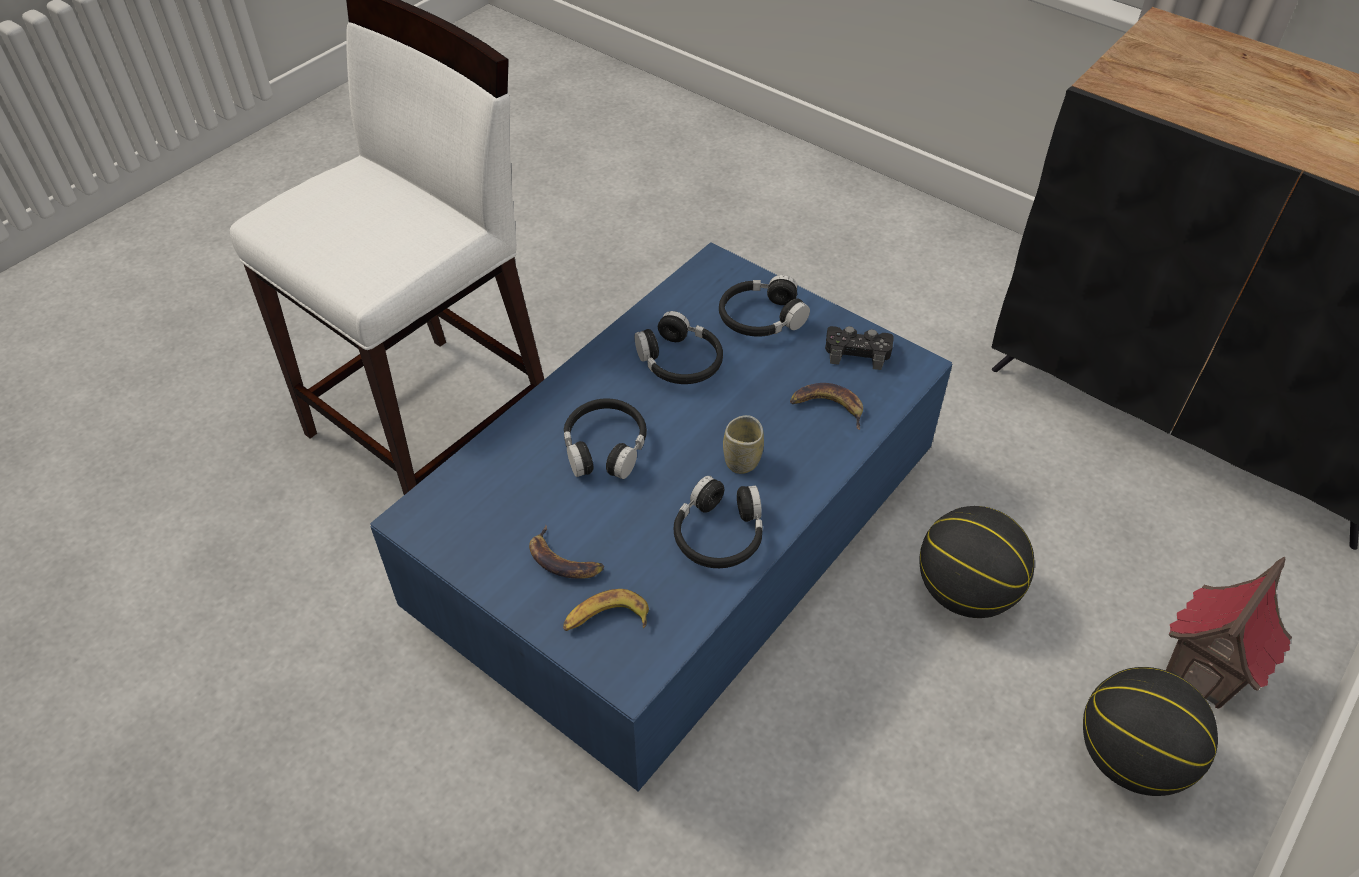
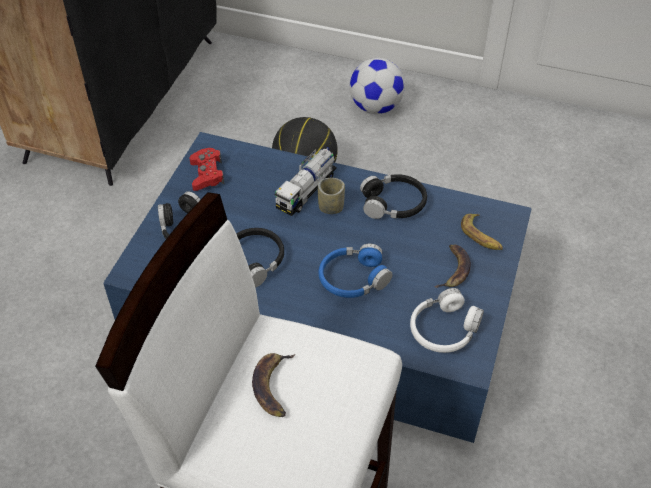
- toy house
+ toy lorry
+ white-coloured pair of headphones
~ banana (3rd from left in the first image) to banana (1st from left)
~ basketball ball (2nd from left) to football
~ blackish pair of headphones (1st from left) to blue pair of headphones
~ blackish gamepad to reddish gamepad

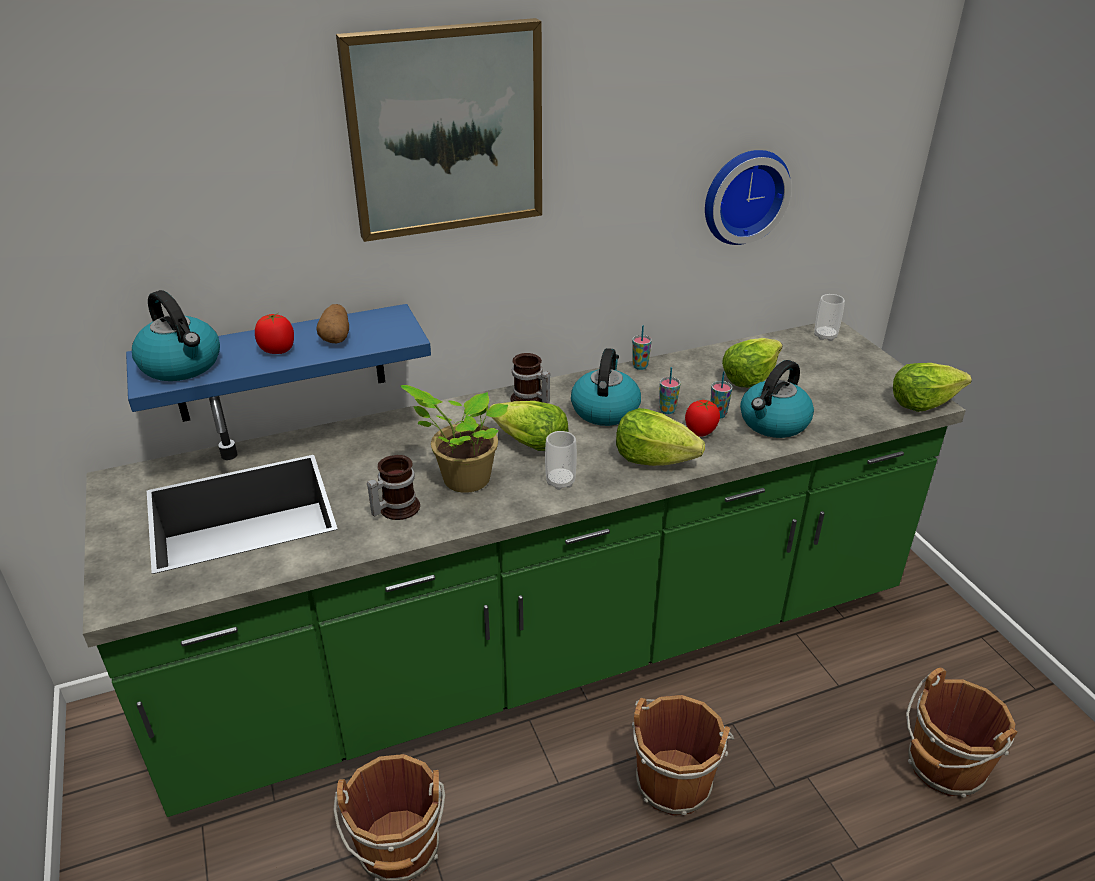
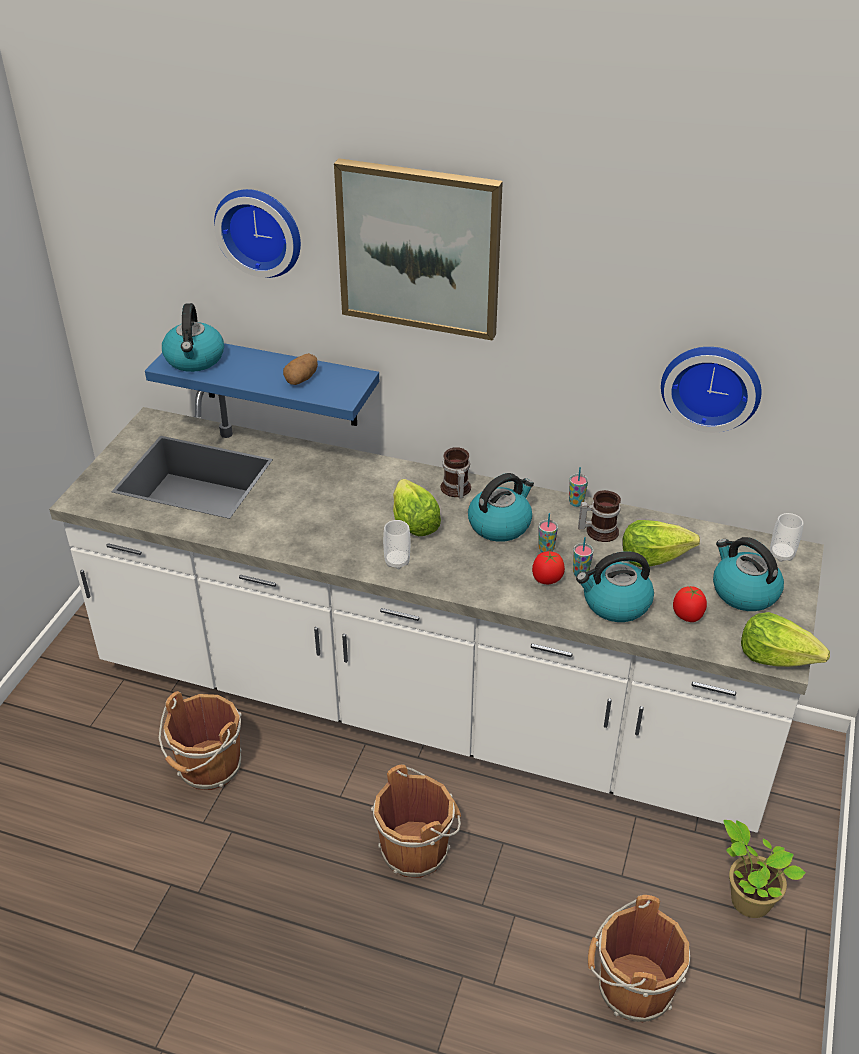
- head of lettuce (2nd from left)
+ wall clock (1st from left)
+ tea kettle (4th from left)
~ fresh tomato (1st from left in the first image) to fresh tomato (2nd from left)
~ coffee mug (1st from left in the first image) to coffee mug (2nd from left)
~ houseplant
~ greenish kitchen base unit to white-coloured kitchen base unit

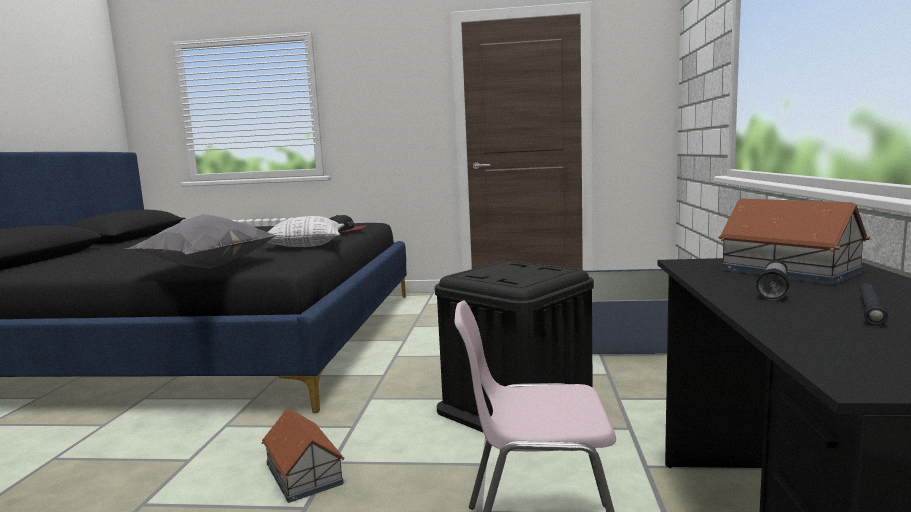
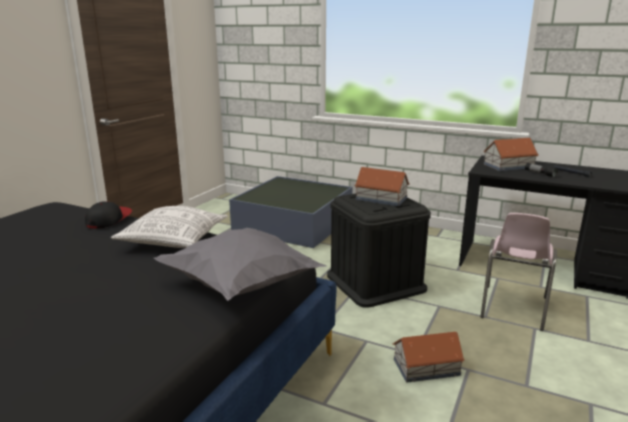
+ toy house (1st from left)

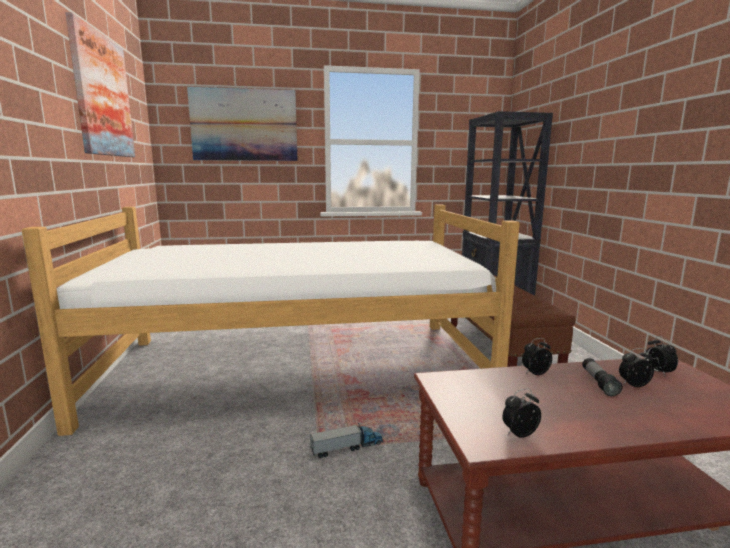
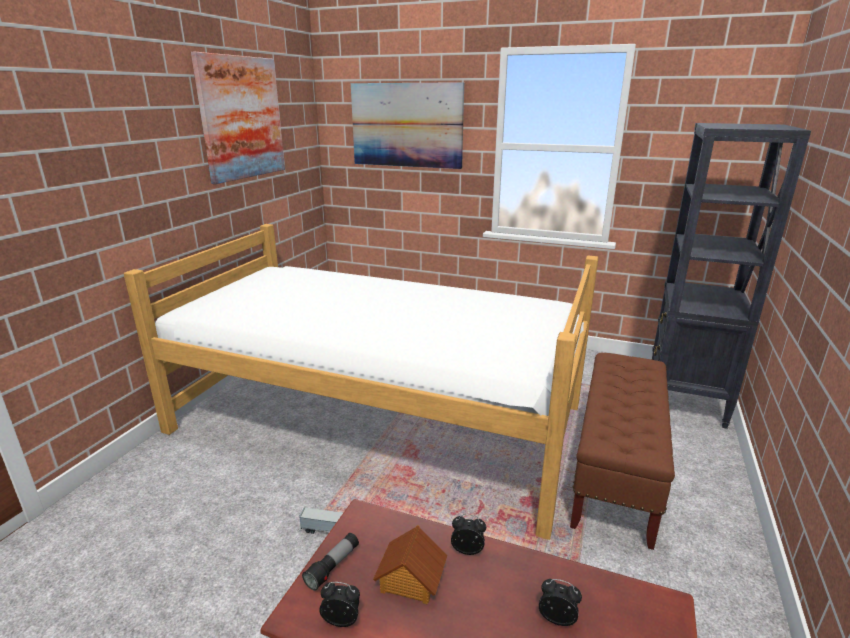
- bedside clock (4th from left)
+ toy house
~ flashlight

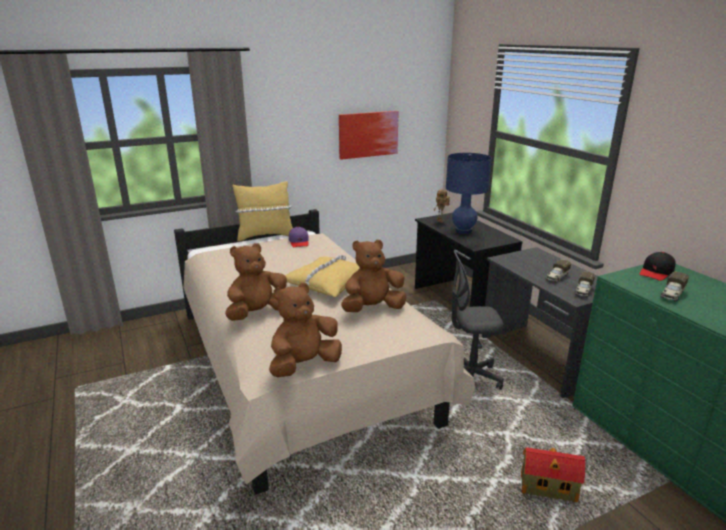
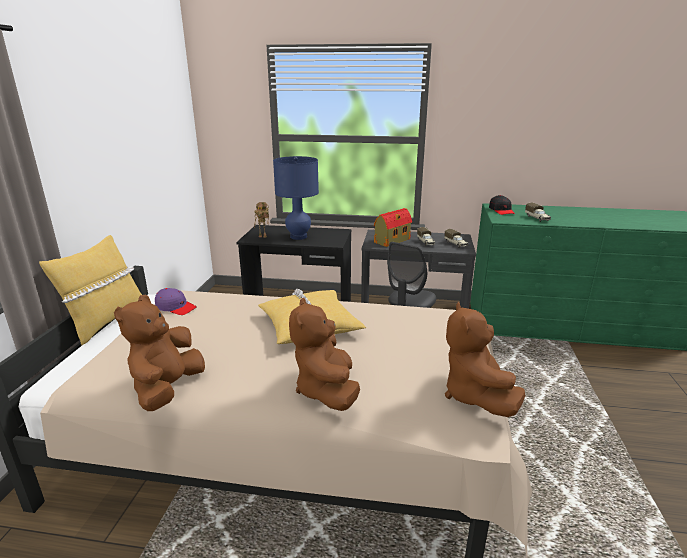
- picture
~ brownish cuddly toy (3rd from left in the first image) to brownish cuddly toy (1st from left)
~ toy house

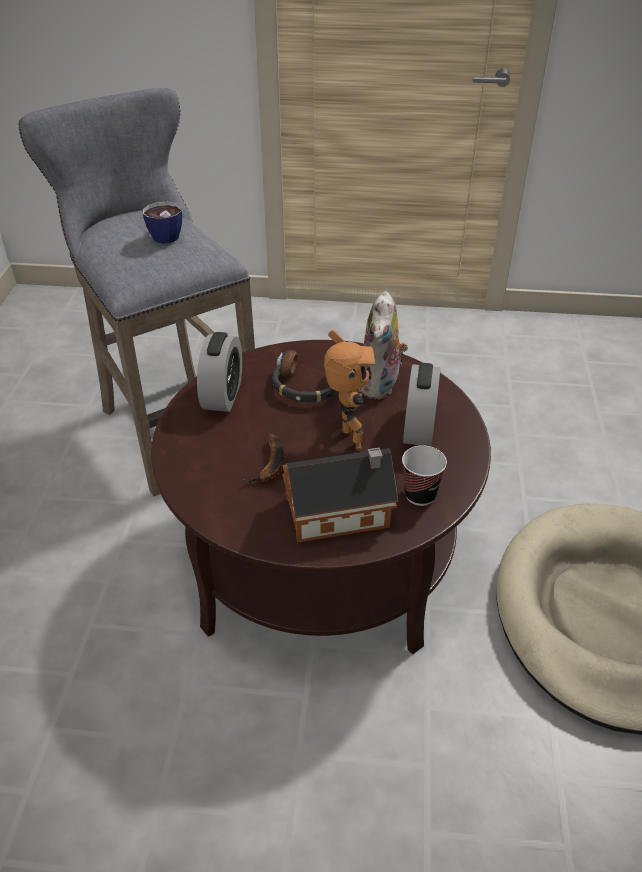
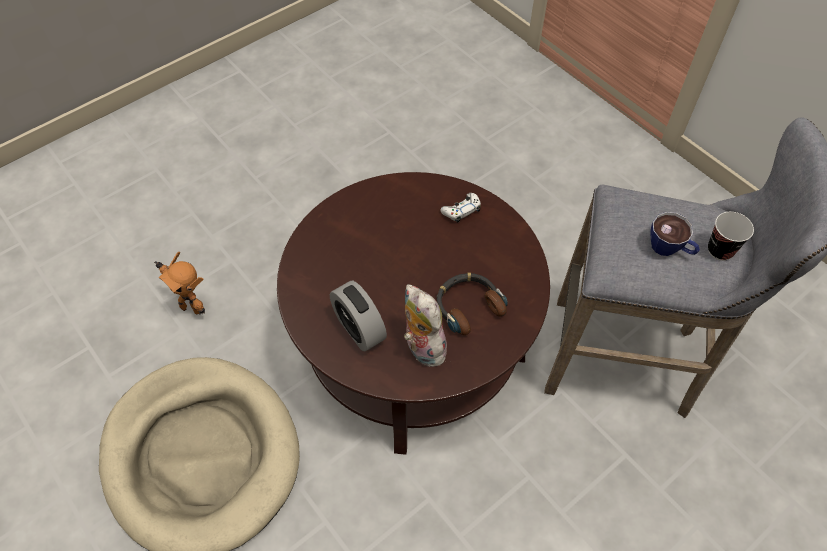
- bedside clock (1st from left)
- banana
- toy house
+ white-coloured gamepad
~ robot figure
~ drinking cup (2nd from left)

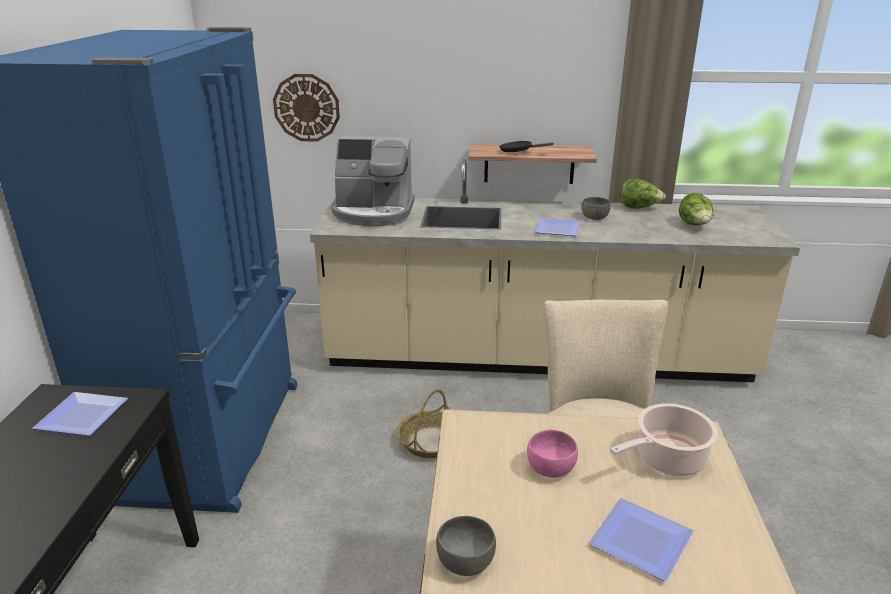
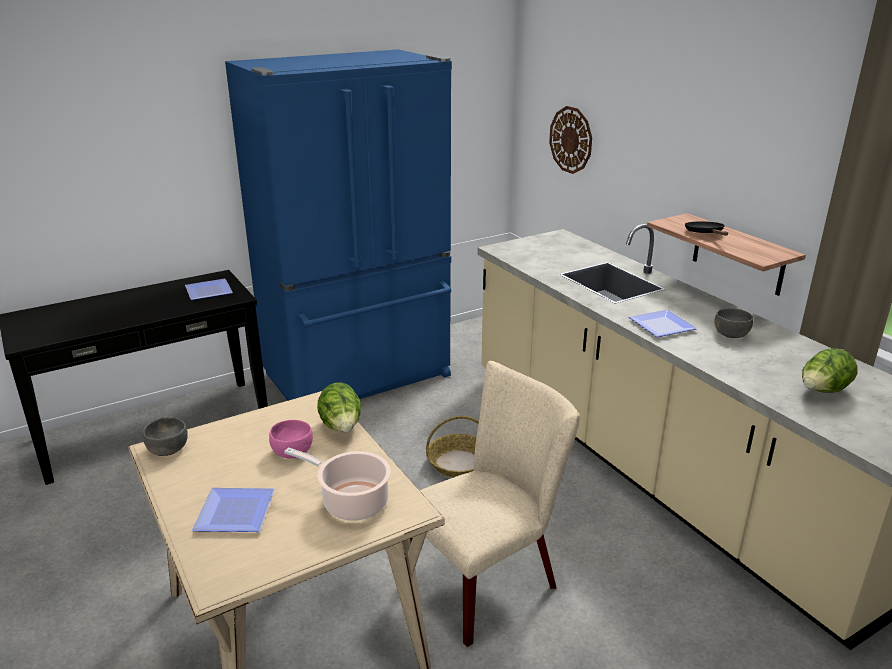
- coffee brewer
~ head of lettuce (1st from left)

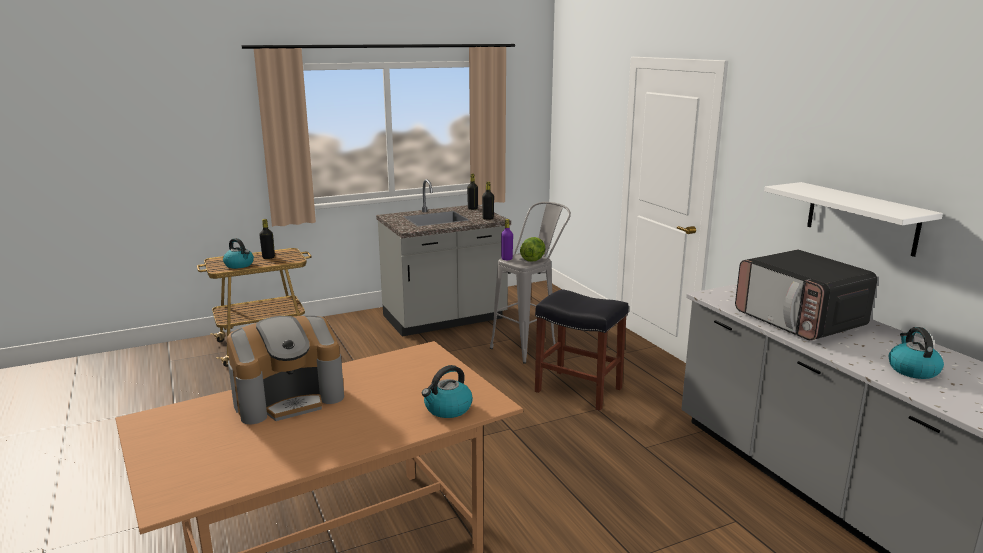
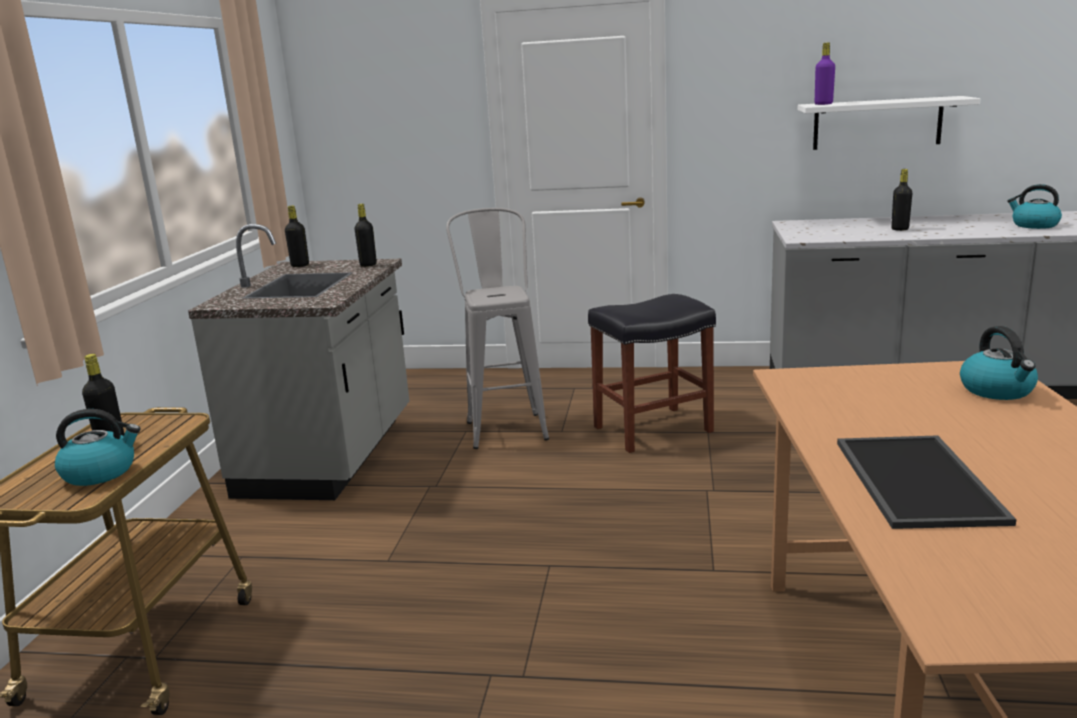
- head of lettuce
~ purple drink bottle
~ coffee brewer to carrying tray
~ kitchen microwave to blackish drink bottle (4th from left)

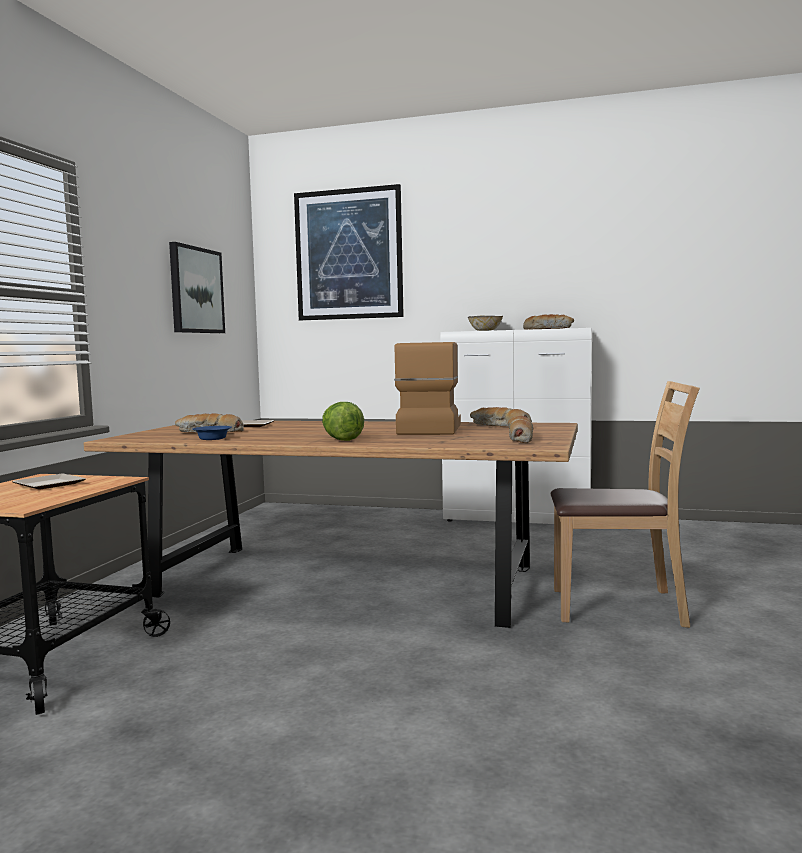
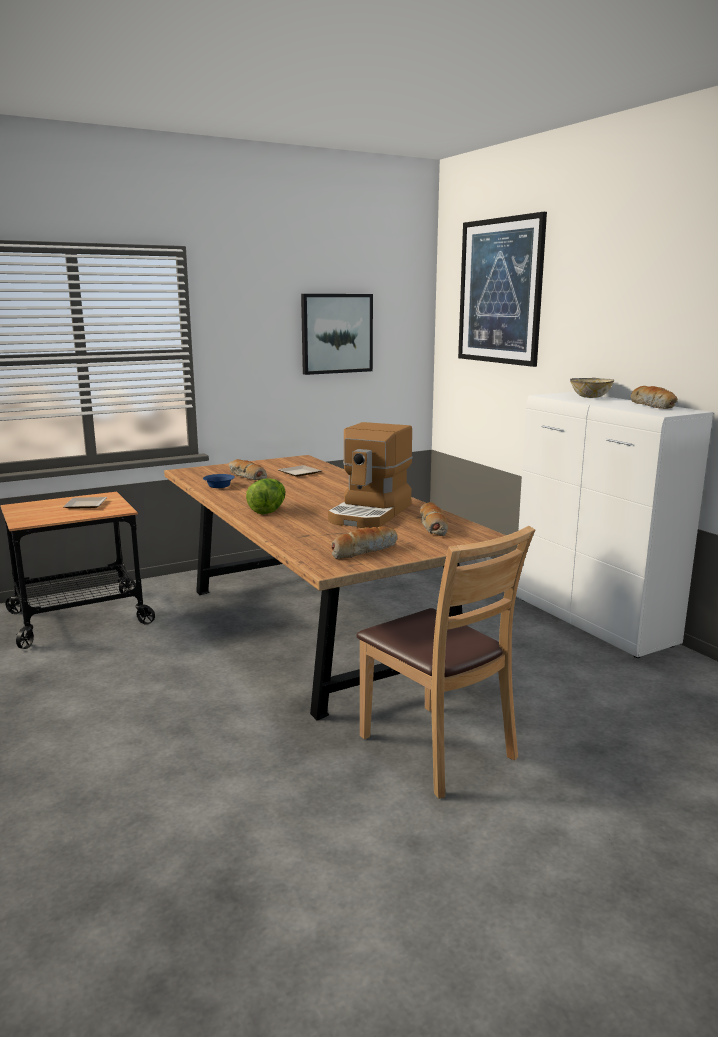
~ coffee brewer 150 degrees clockwise

